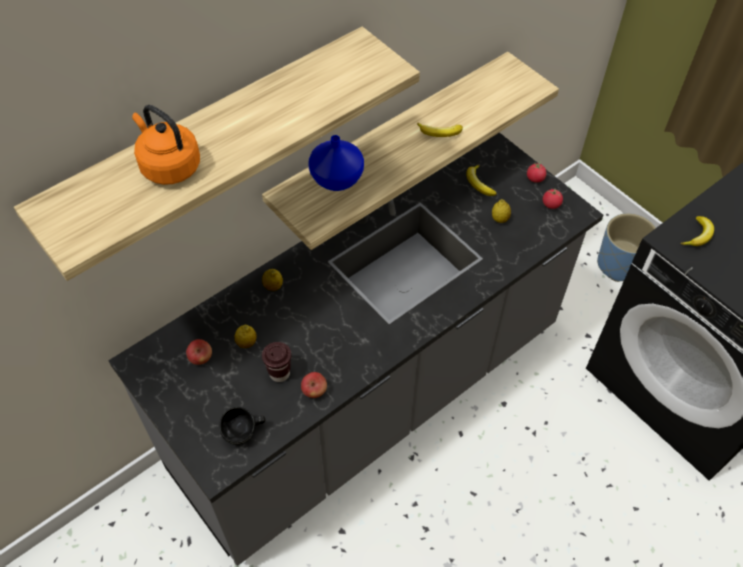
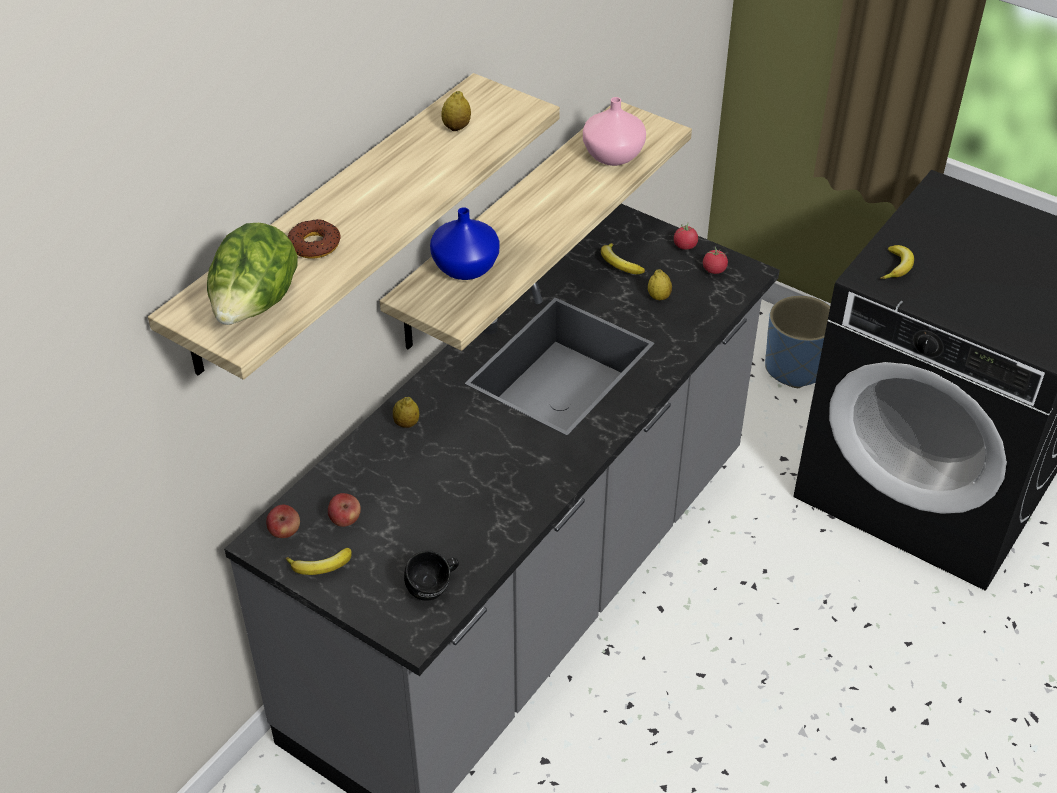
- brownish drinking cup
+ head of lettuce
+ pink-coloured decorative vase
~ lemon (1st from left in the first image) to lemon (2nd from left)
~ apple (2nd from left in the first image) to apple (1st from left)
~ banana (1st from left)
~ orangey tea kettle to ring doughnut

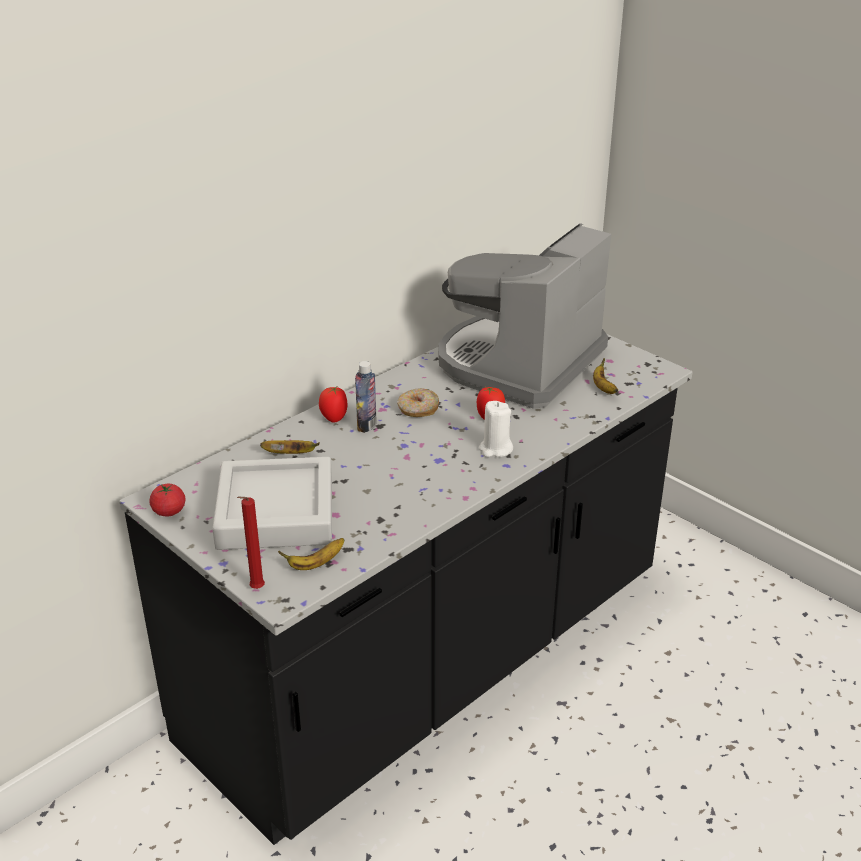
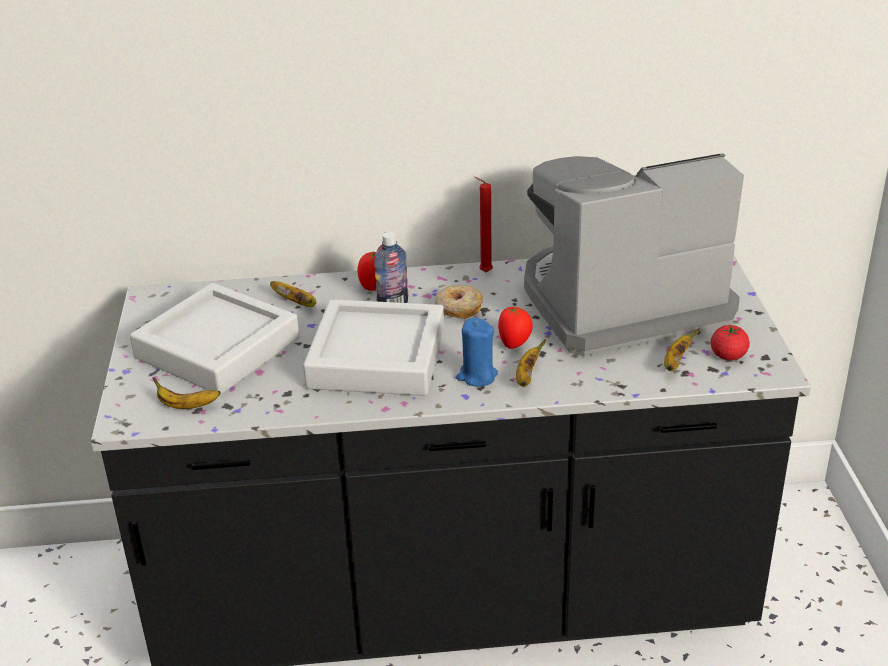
+ gray carrying tray (2nd from left)
+ banana (3rd from left)
~ fresh tomato (1st from left in the first image) to fresh tomato (3rd from left)
~ reddish candle
~ white-coloured candle to blue candle

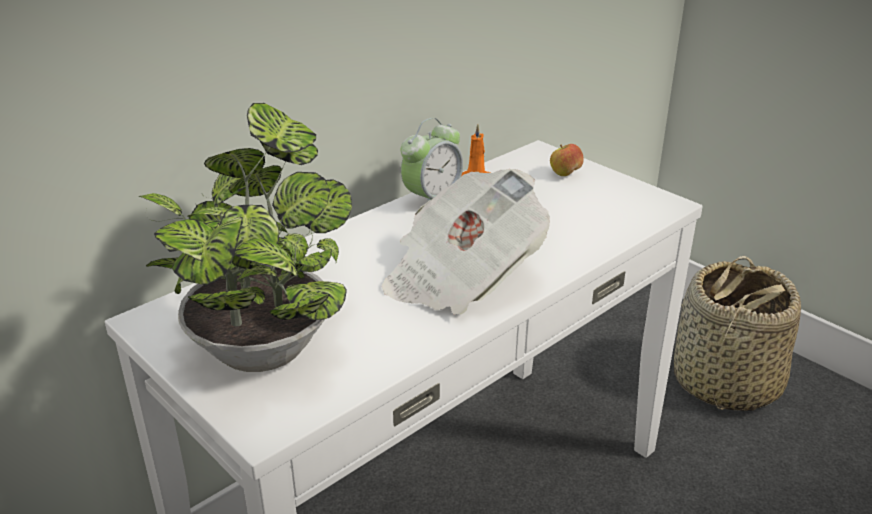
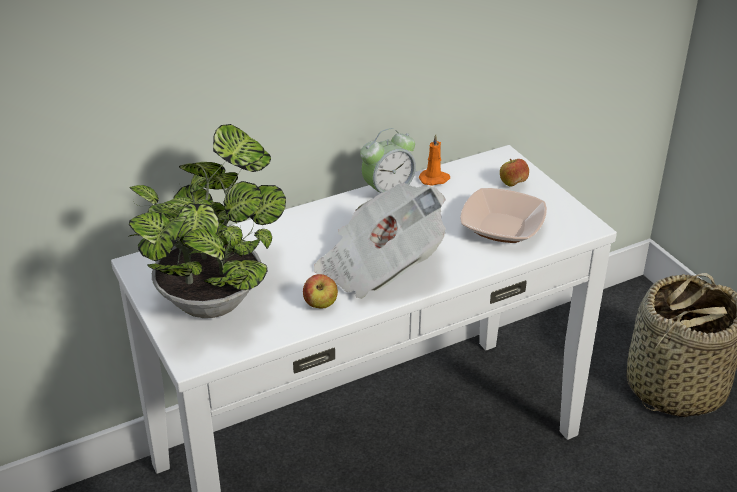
+ apple (1st from left)
+ deep dish

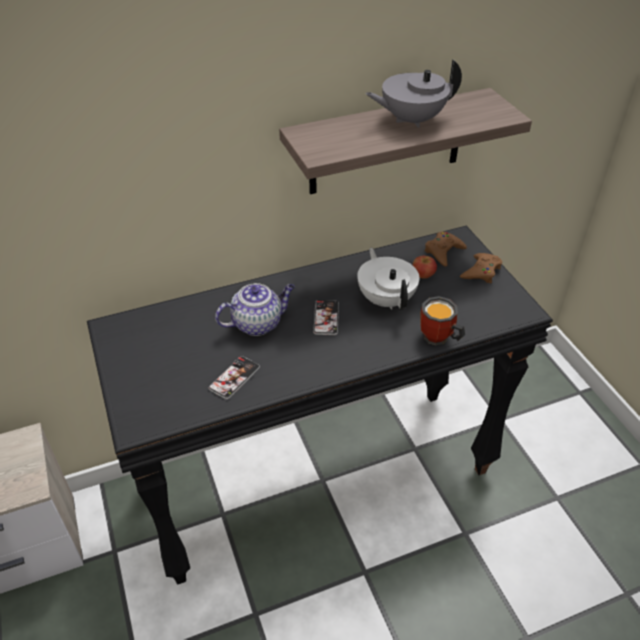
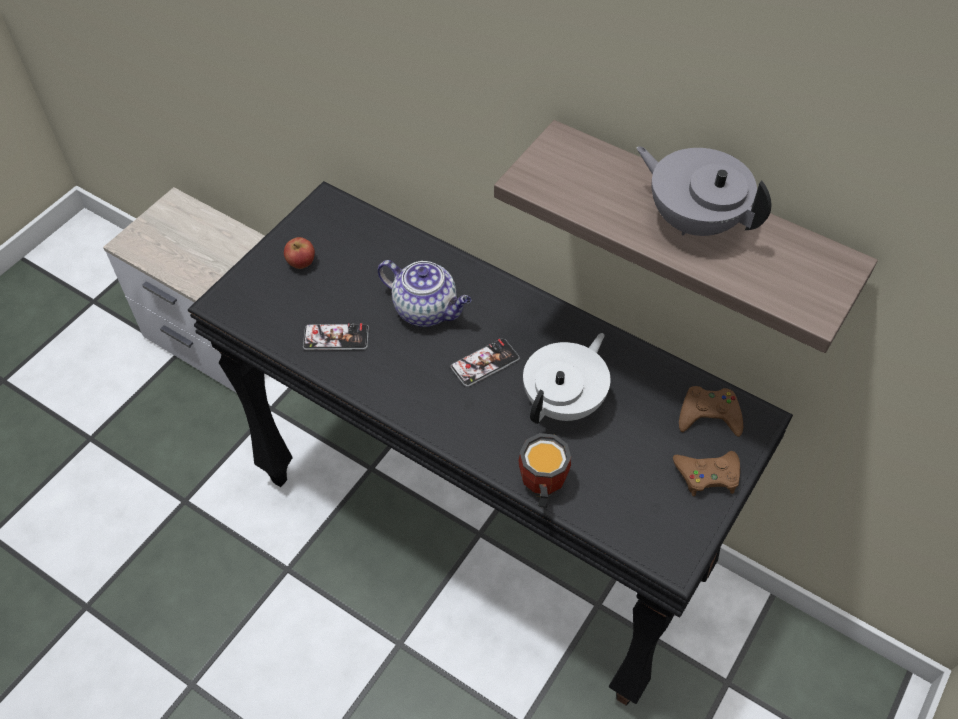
~ apple

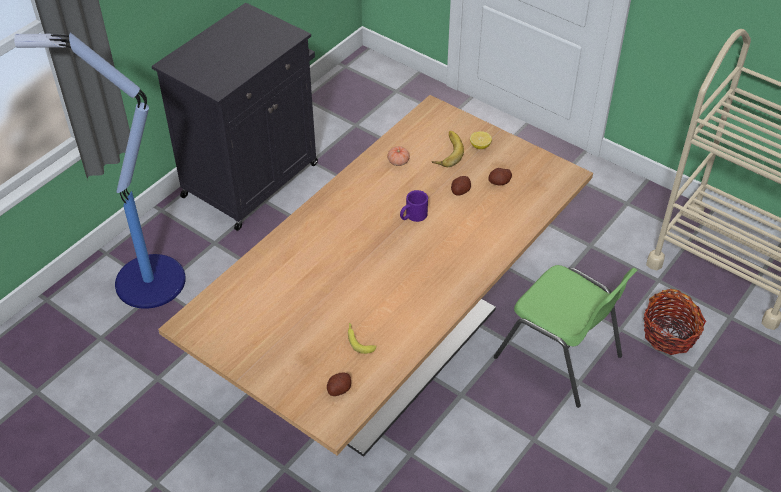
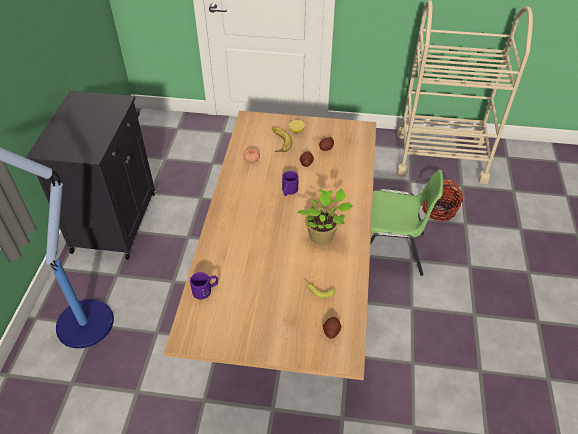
+ purple coffee mug (1st from left)
+ houseplant

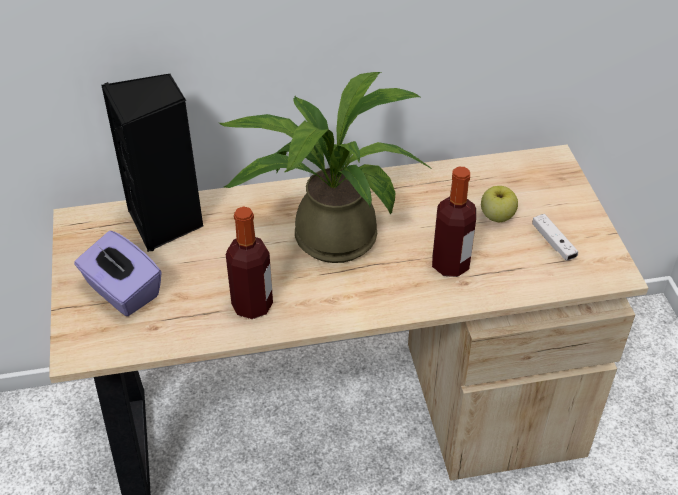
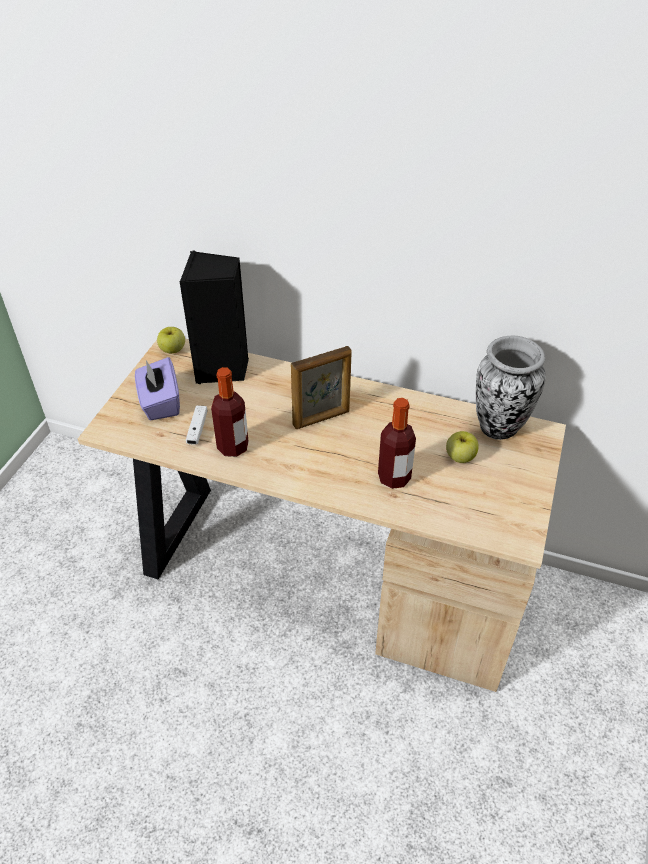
+ apple (1st from left)
+ decorative vase
~ white-coloured gamepad
~ houseplant to photo frame

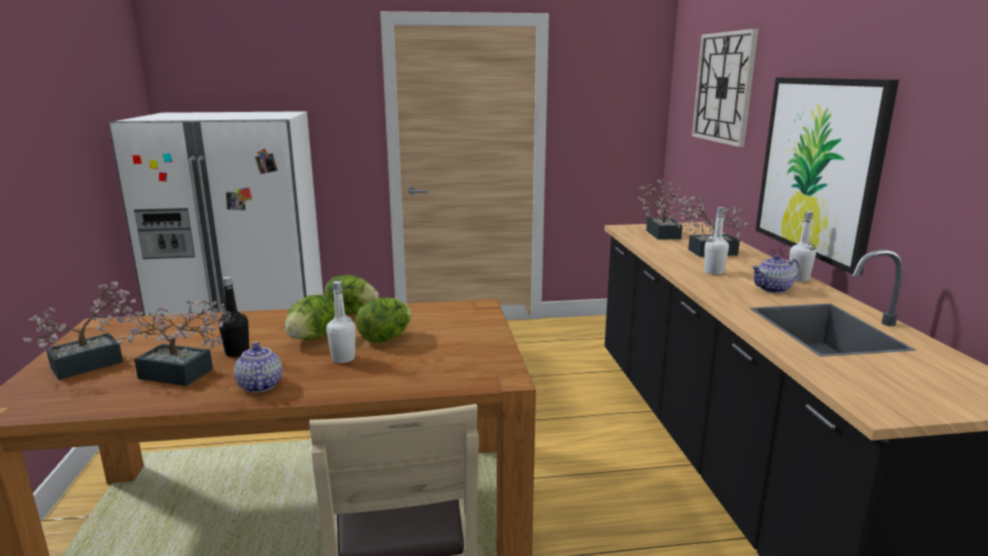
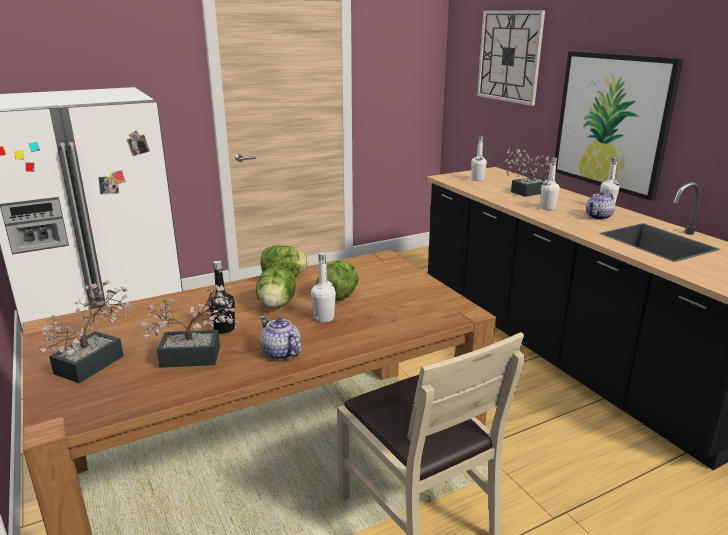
~ houseplant (3rd from left) to white-coloured drink bottle (2nd from left)

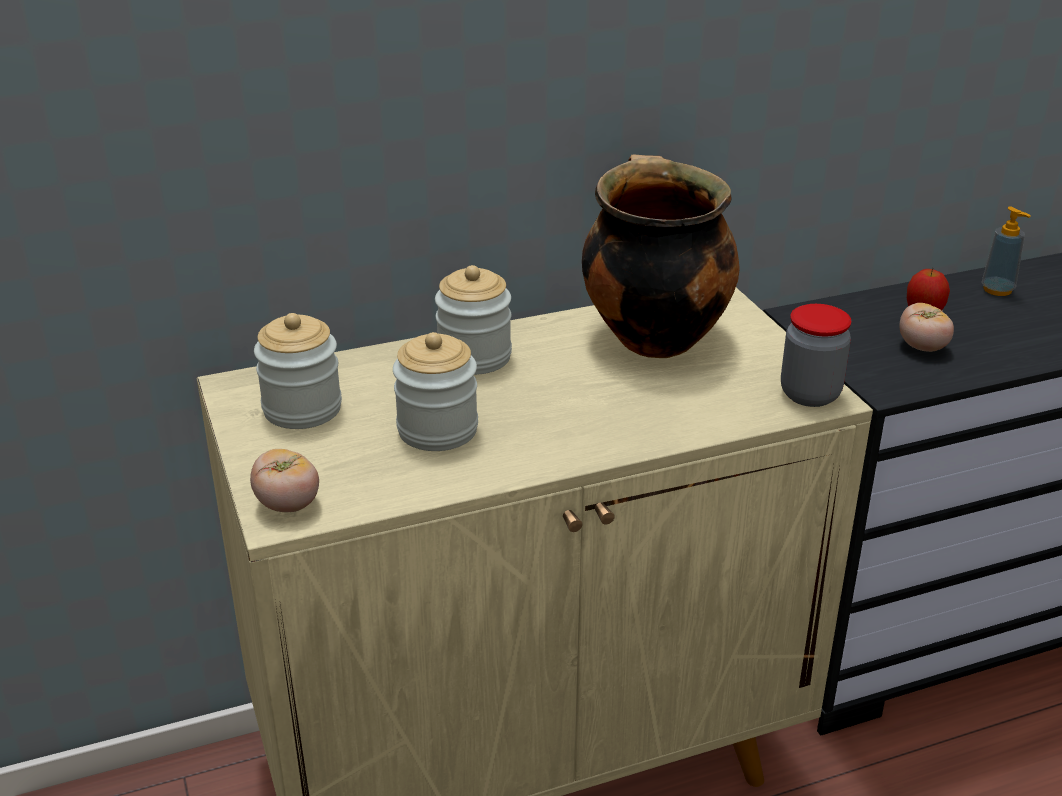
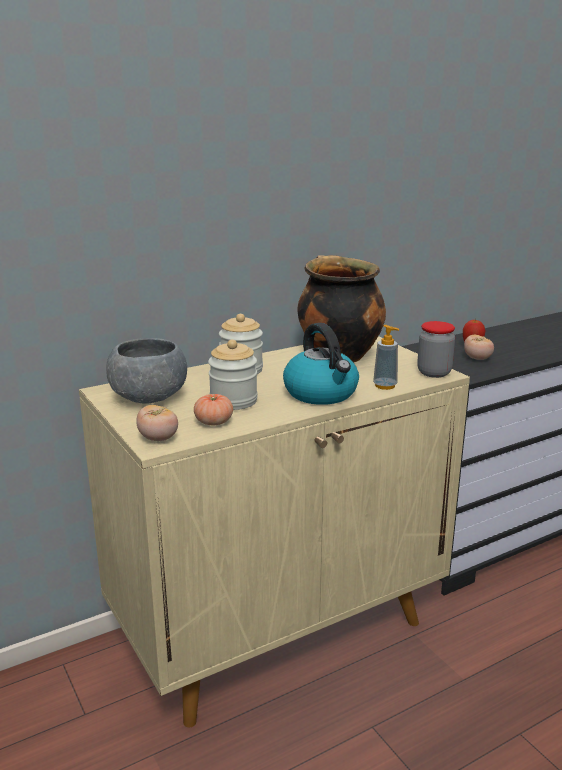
+ fresh tomato (2nd from left)
+ tea kettle
~ soap bottle
~ jar (1st from left) to gray deep dish

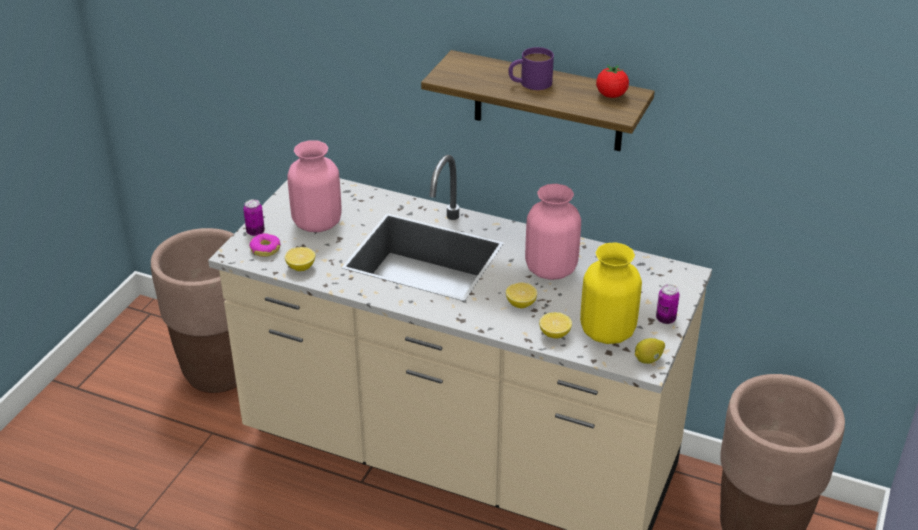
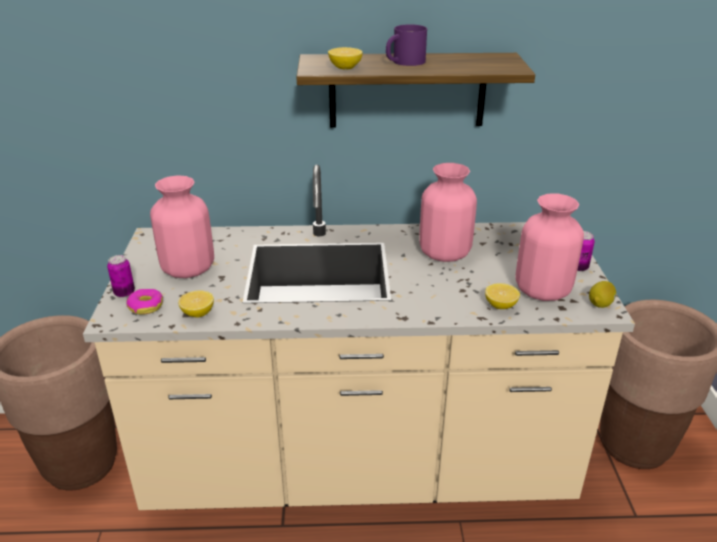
- fresh tomato
~ lemon (2nd from left)
~ yellowish decorative vase to pink-coloured decorative vase (3rd from left)

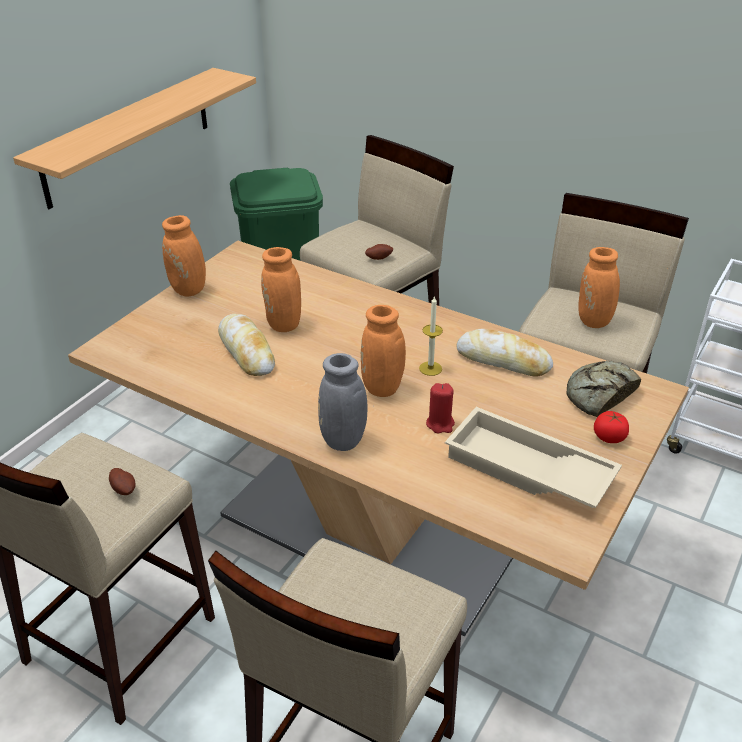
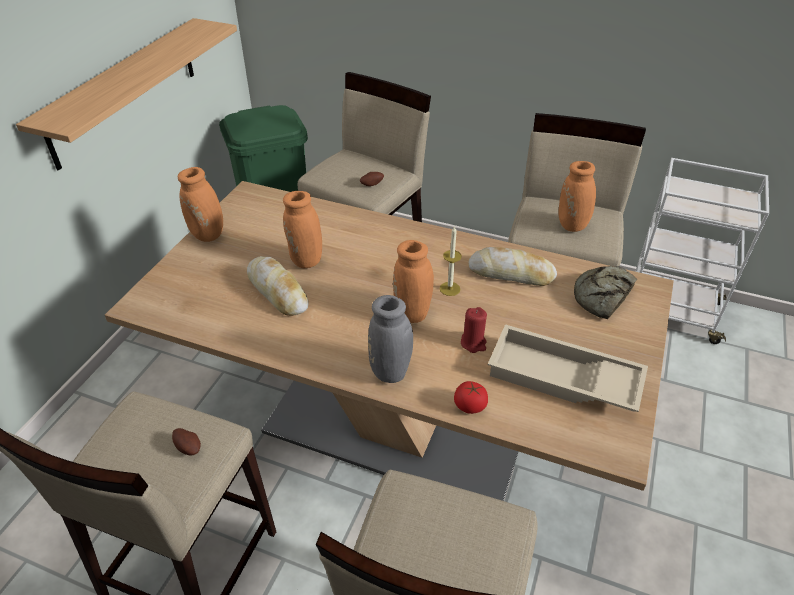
~ fresh tomato

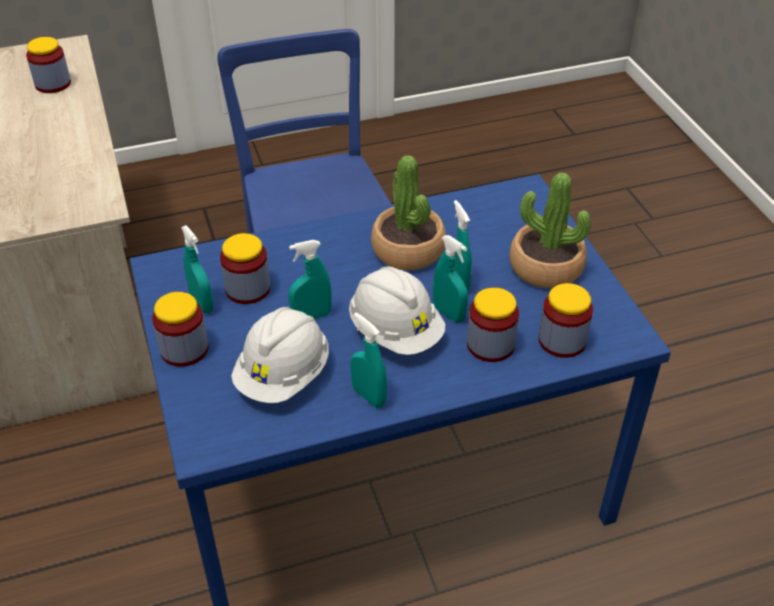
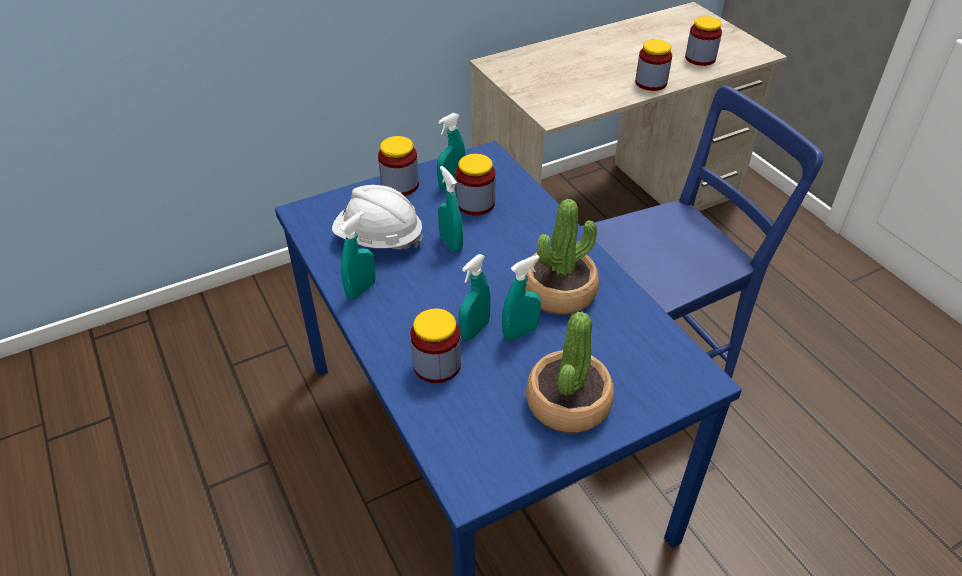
- white-coloured hard hat (2nd from left)
~ jar (5th from left in the first image) to jar (4th from left)

